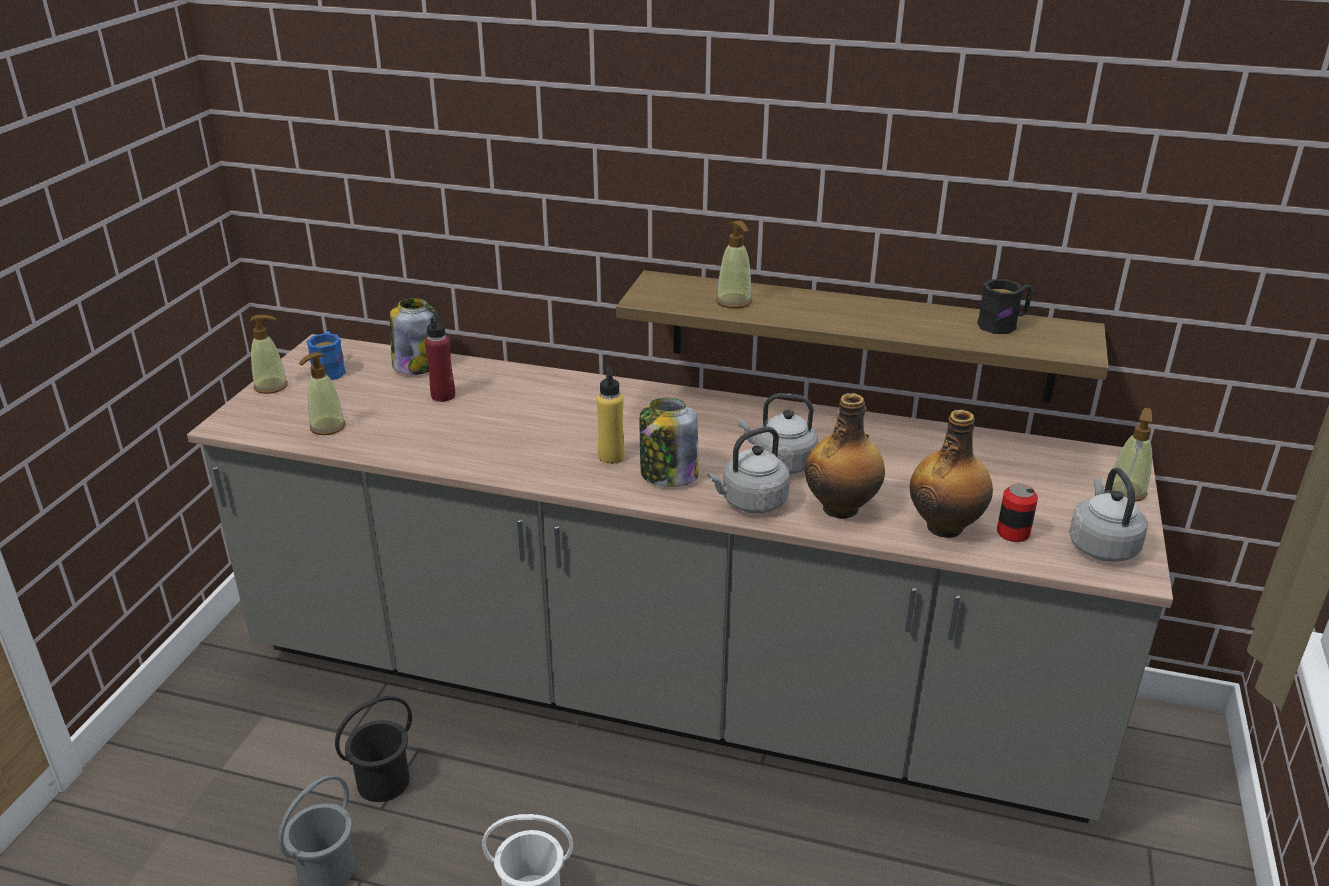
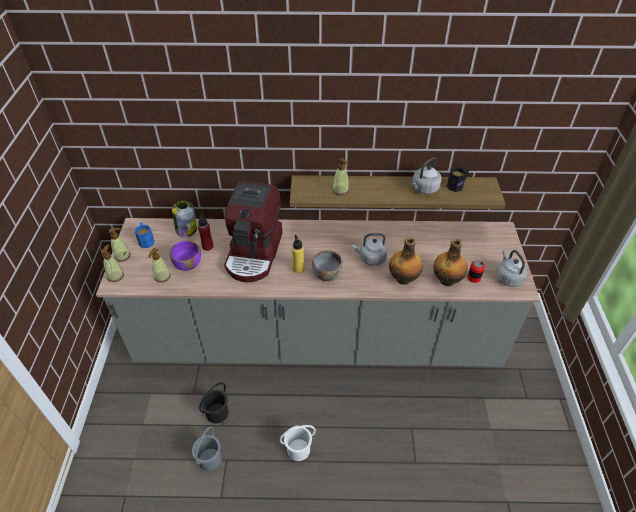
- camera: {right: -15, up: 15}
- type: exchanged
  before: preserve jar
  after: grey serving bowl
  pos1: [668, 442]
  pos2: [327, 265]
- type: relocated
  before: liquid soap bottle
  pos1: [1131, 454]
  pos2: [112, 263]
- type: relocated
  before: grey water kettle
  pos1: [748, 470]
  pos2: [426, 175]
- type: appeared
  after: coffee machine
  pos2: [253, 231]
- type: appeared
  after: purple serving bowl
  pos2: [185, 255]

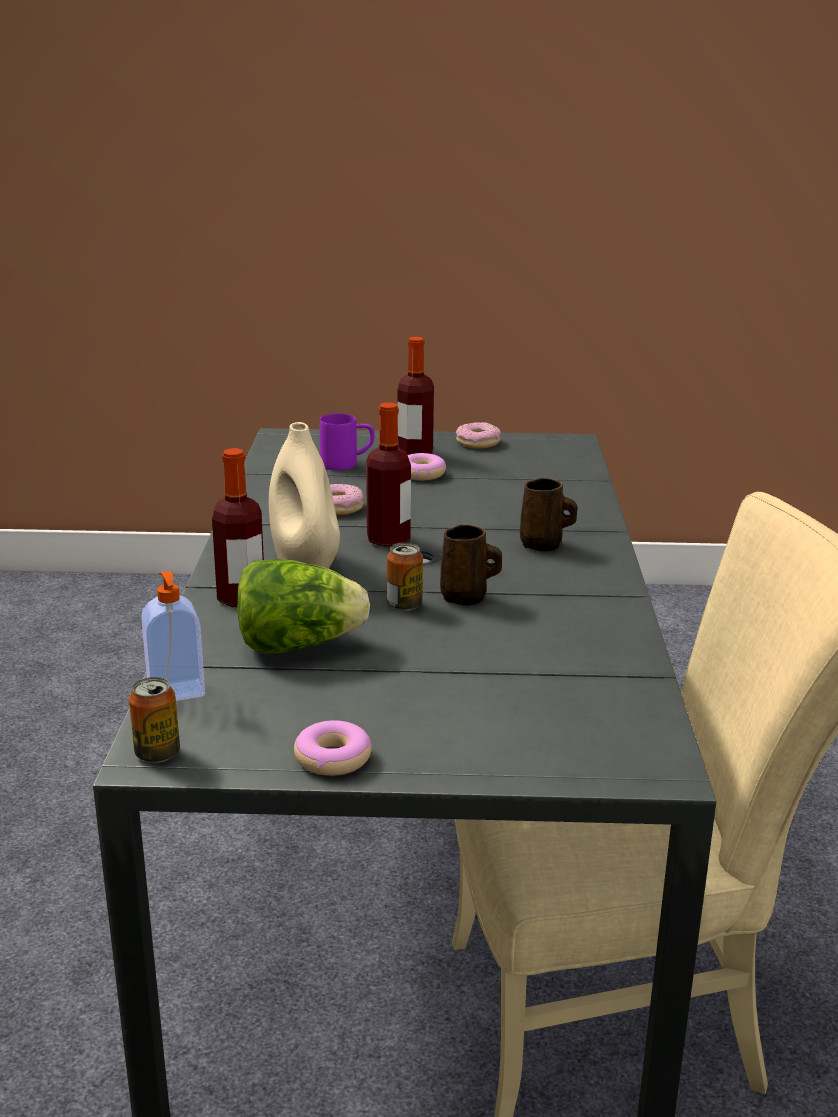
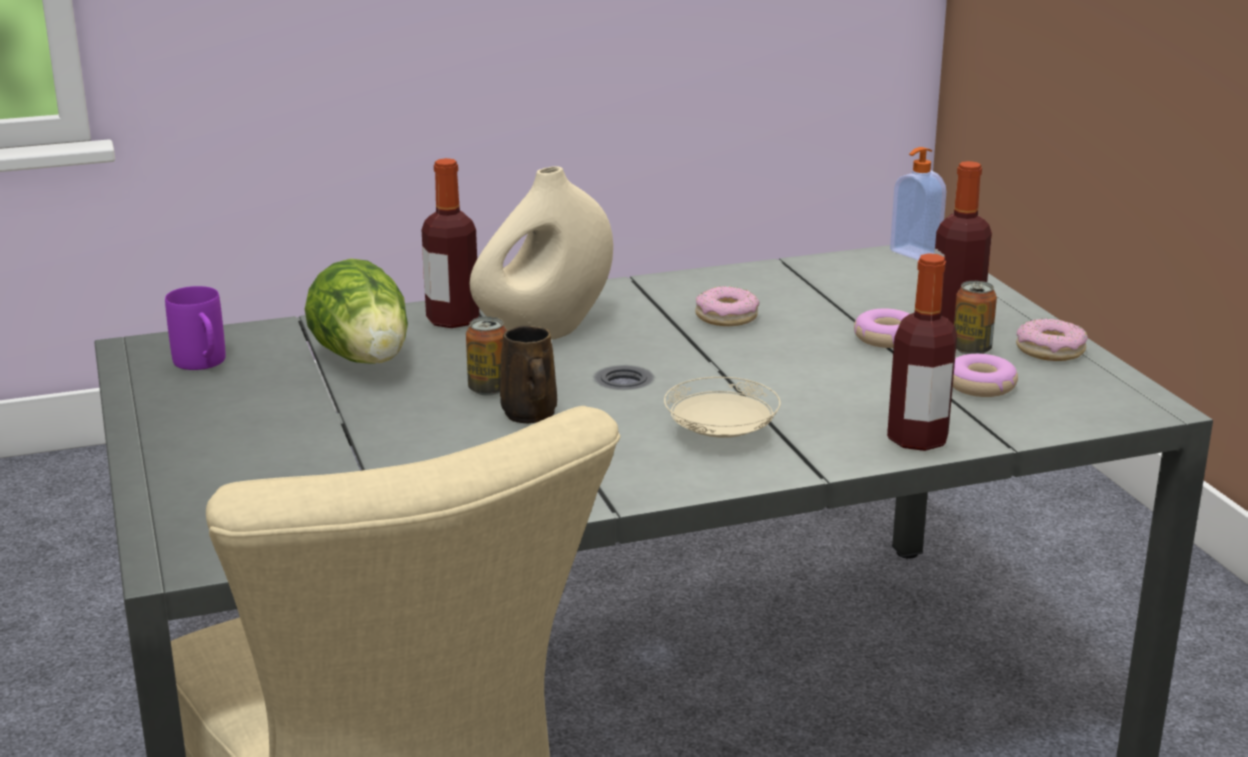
- camera: {right: 70, up: 0}
- type: relocated
  before: bottle
  pos1: [388, 474]
  pos2: [922, 352]
- type: relocated
  before: purple mug
  pos1: [347, 442]
  pos2: [195, 328]
- type: exchanged
  before: brown-coloured mug
  after: beige-coloured dinner plate
  pos1: [548, 515]
  pos2: [722, 407]
- type: relocated
  before: liquid soap bottle
  pos1: [173, 636]
  pos2: [918, 203]
- type: relocated
  before: can
  pos1: [154, 720]
  pos2: [975, 317]
- type: relocated
  before: doughnut
  pos1: [333, 748]
  pos2: [985, 375]

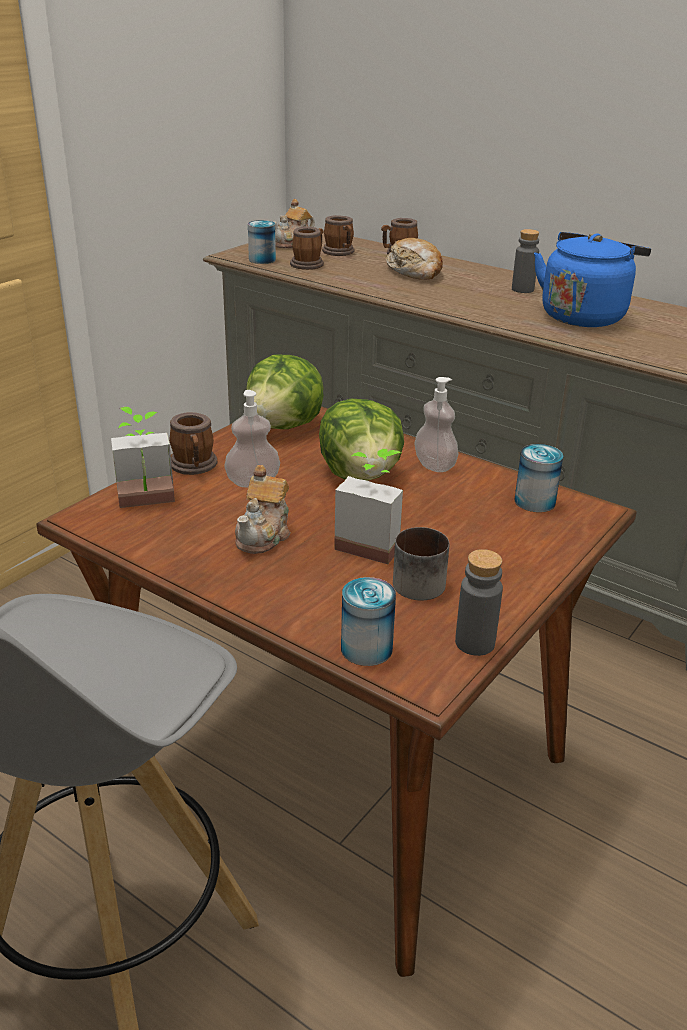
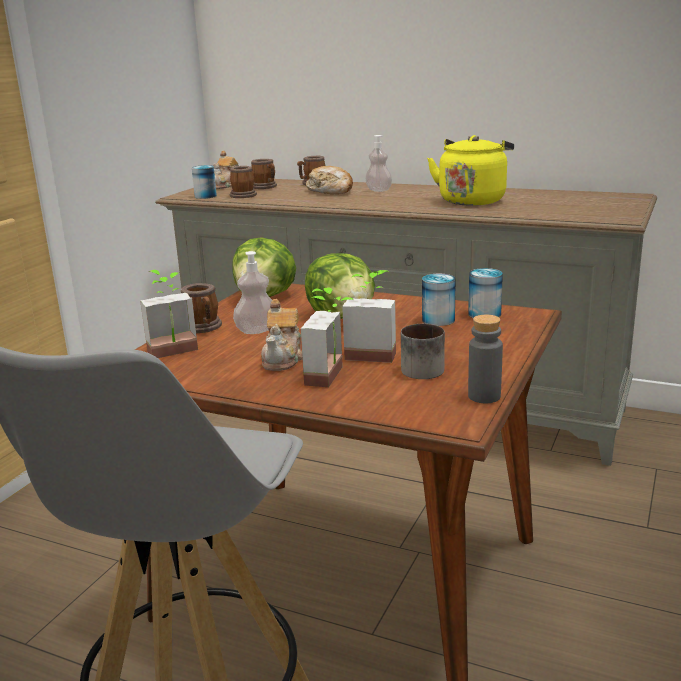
- camera: {right: -10, up: -10}
- type: missing
  before: grey bottle
  pos1: [525, 261]
- type: colour
  before: bluish water kettle
  after: yellow-coloured water kettle
  pos1: [592, 279]
  pos2: [470, 170]
- type: relocated
  before: liquid soap bottle
  pos1: [436, 424]
  pos2: [378, 163]
- type: relocated
  before: can
  pos1: [368, 621]
  pos2: [439, 300]
- type: appeared
  after: houseplant
  pos2: [327, 337]

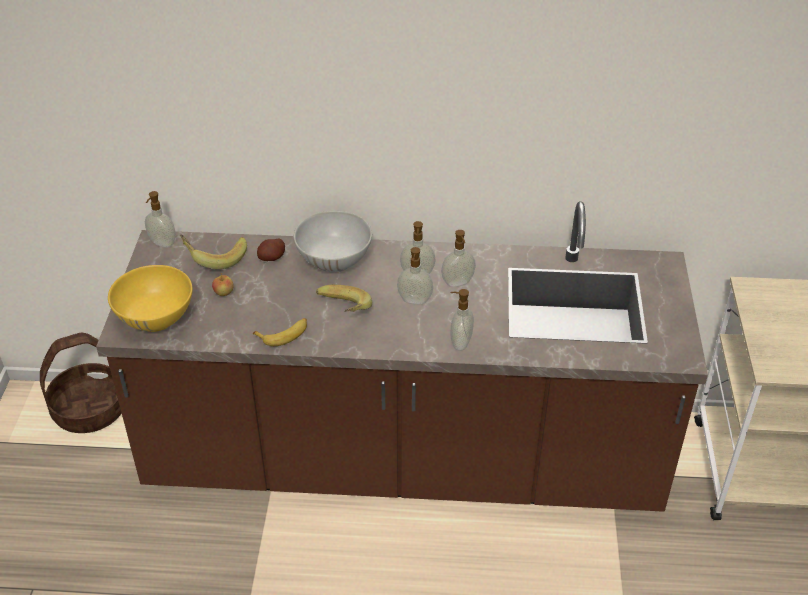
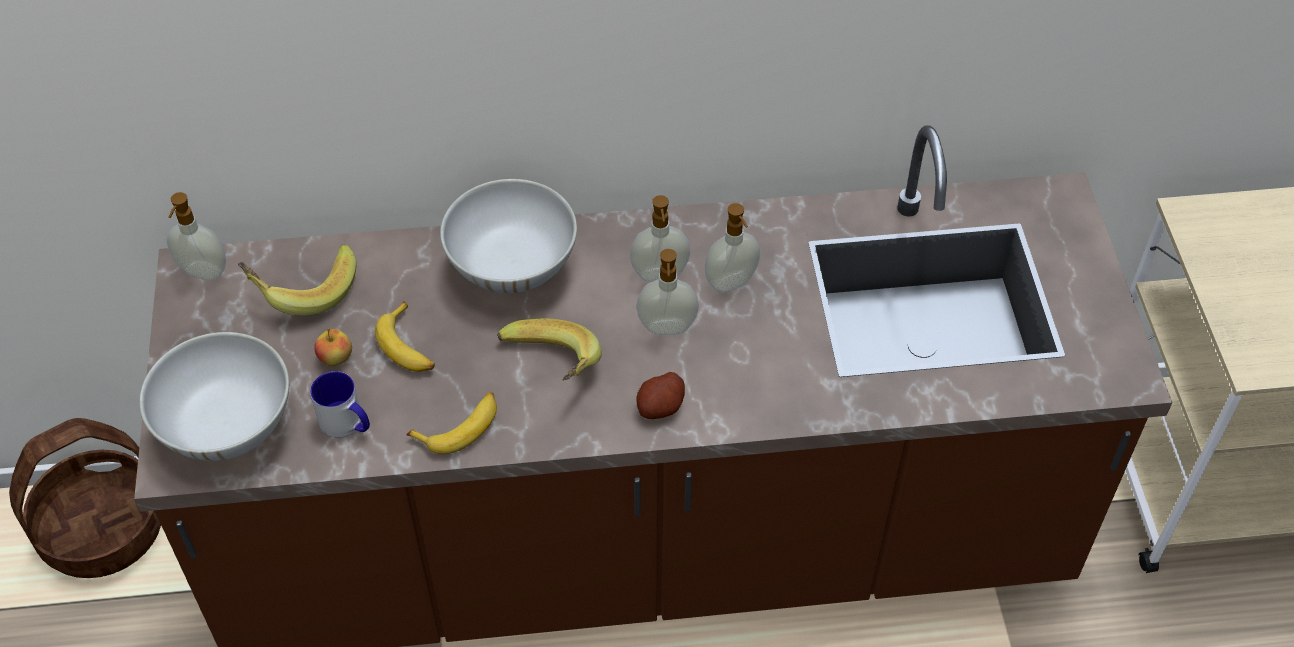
- camera: {right: -10, up: 10}
- type: relocated
  before: potato
  pos1: [271, 250]
  pos2: [661, 395]
- type: colour
  before: yellow-coloured serving bowl
  after: whitish serving bowl
  pos1: [150, 298]
  pos2: [214, 396]
- type: missing
  before: liquid soap bottle
  pos1: [462, 320]
- type: appeared
  after: banana
  pos2: [405, 336]
- type: appeared
  after: mug
  pos2: [340, 404]

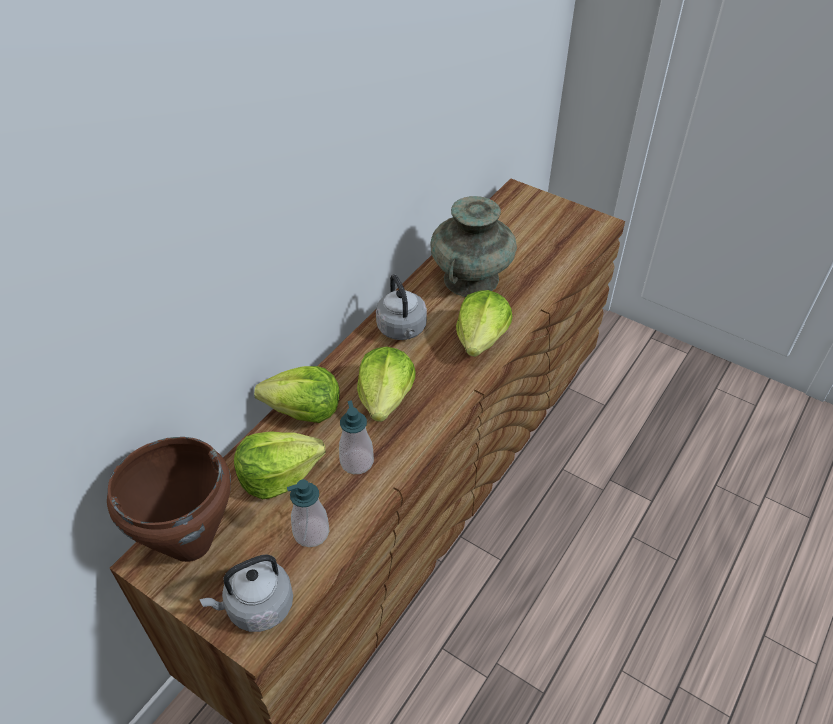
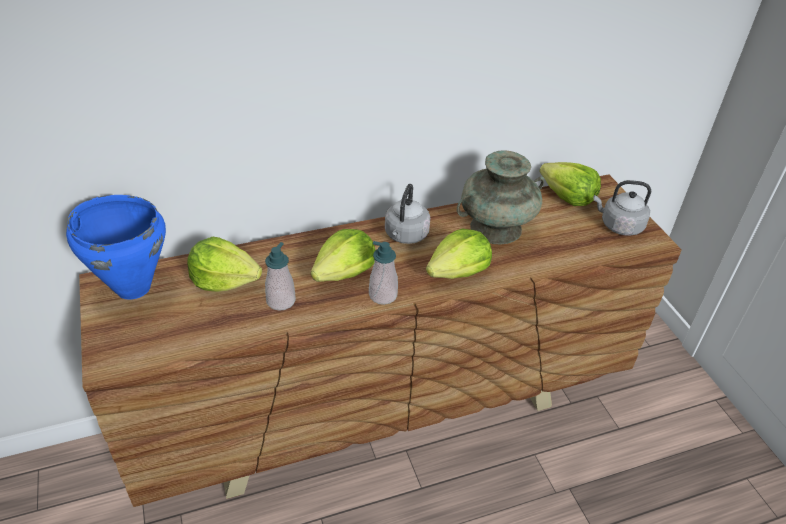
- camera: {right: 35, up: -5}
- type: relocated
  before: lettuce
  pos1: [297, 394]
  pos2: [570, 184]
- type: colour
  before: brown-coloured cooking pot
  after: bluish cooking pot
  pos1: [169, 499]
  pos2: [116, 247]
- type: relocated
  before: liquid soap bottle
  pos1: [308, 513]
  pos2: [383, 273]
- type: relocated
  before: grey water kettle
  pos1: [246, 593]
  pos2: [622, 208]

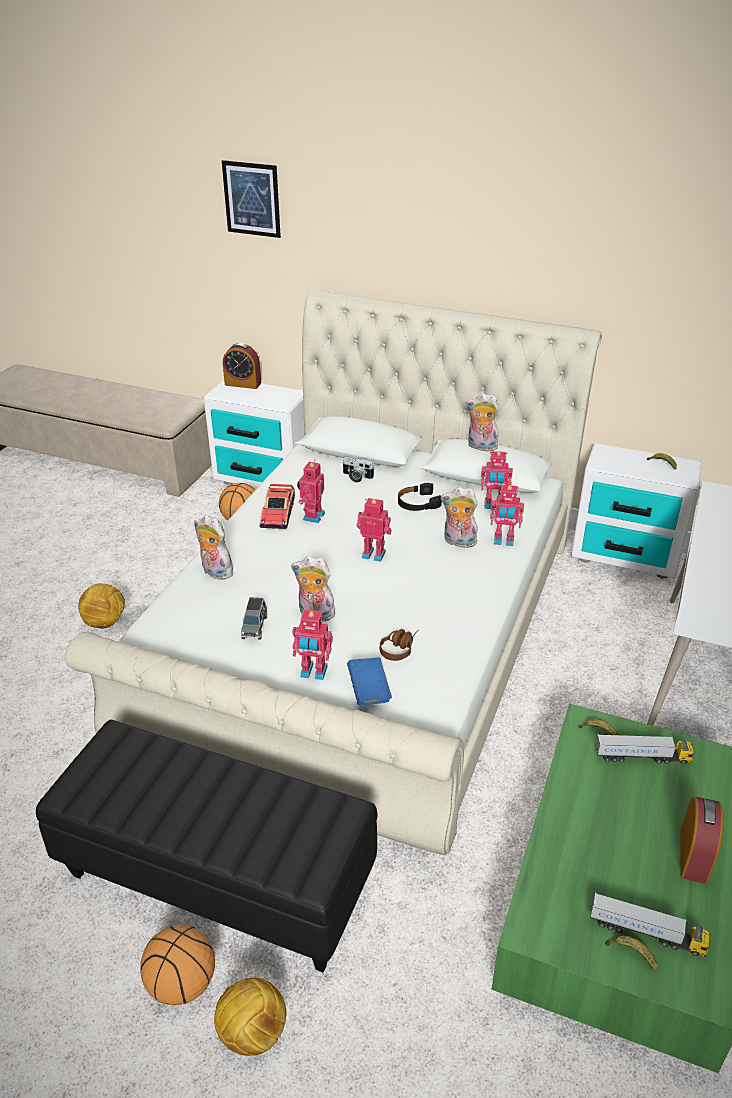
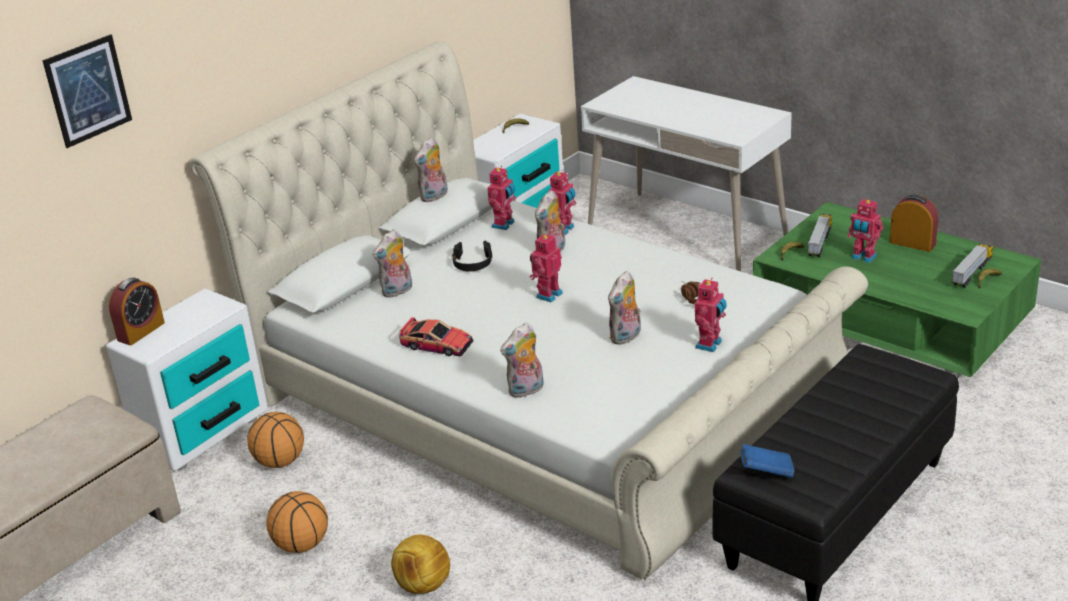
- camera: {right: -70, up: -5}
- type: exchanged
  before: photo camera
  after: cuddly toy
  pos1: [358, 470]
  pos2: [392, 263]
- type: relocated
  before: robot figure
  pos1: [311, 491]
  pos2: [865, 231]
- type: missing
  before: grey toy car
  pos1: [254, 618]
- type: relocated
  before: bluish volume
  pos1: [369, 681]
  pos2: [767, 461]
- type: relocated
  before: basketball
  pos1: [177, 965]
  pos2: [297, 522]
- type: missing
  before: football
  pos1: [250, 1017]

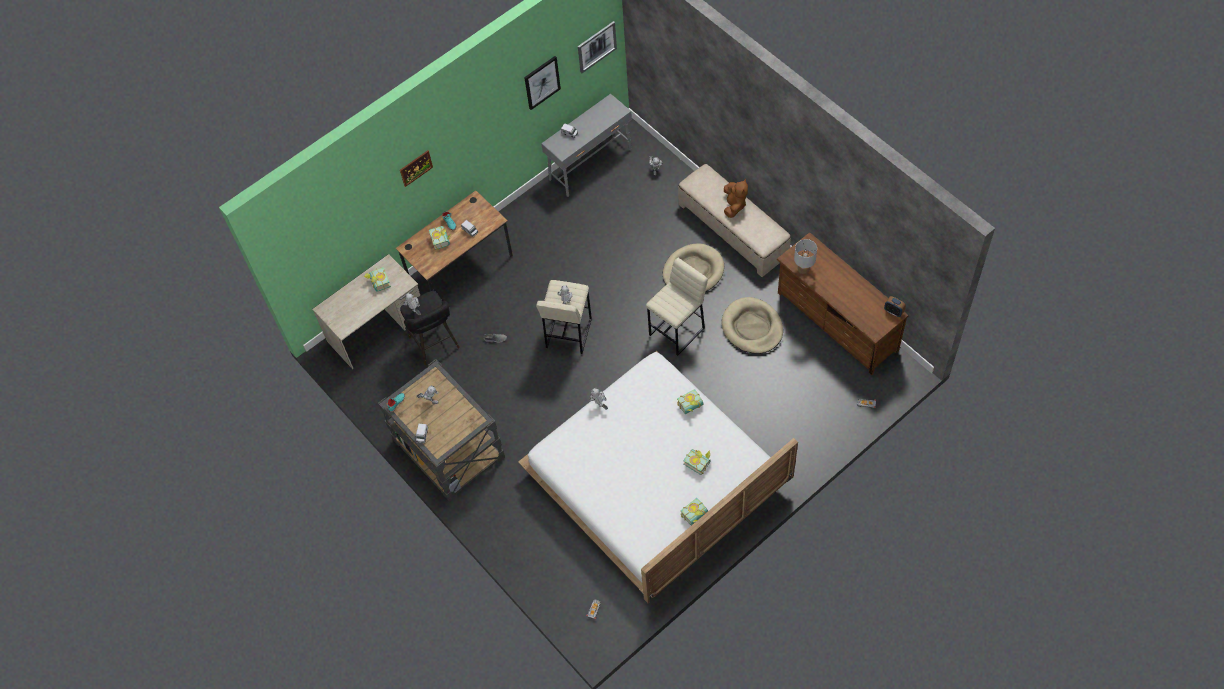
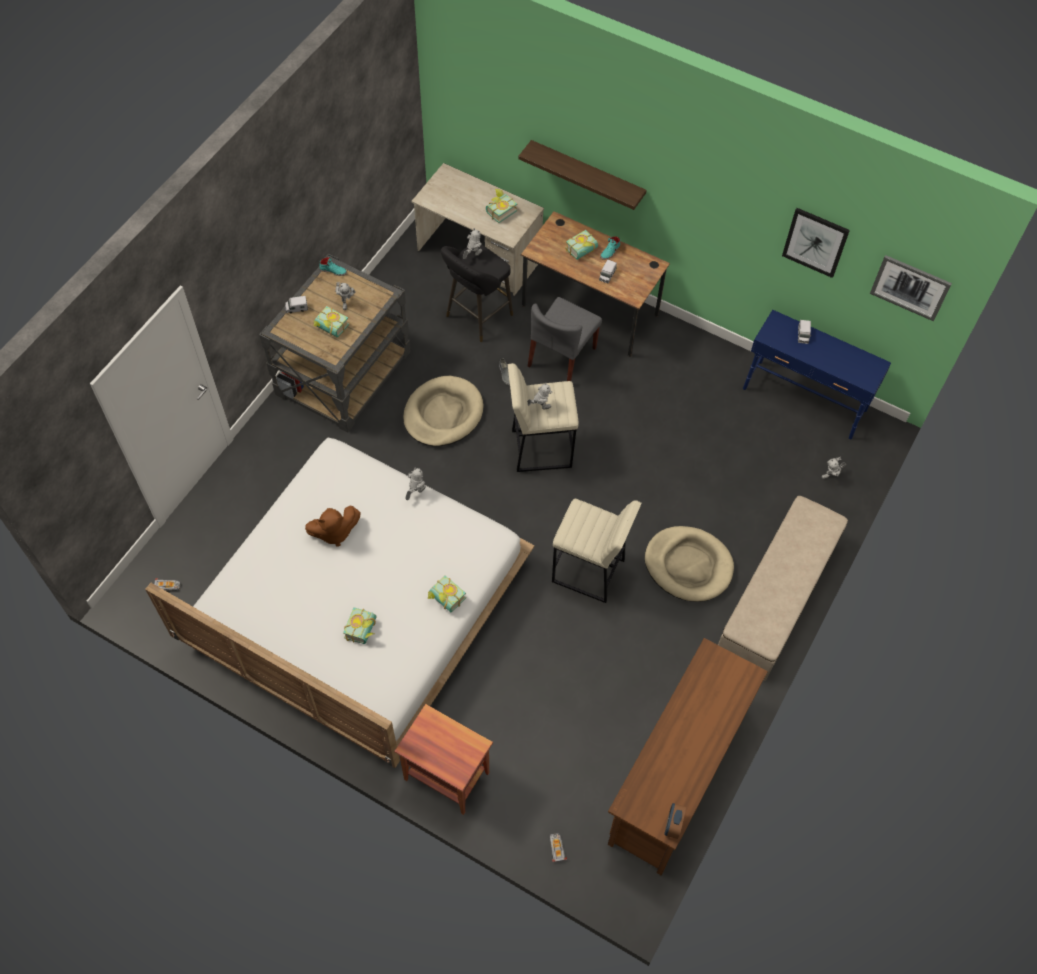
- camera: {right: 65, up: 0}
- type: colour
  before: grey console table
  after: bluish console table
  pos1: [587, 145]
  pos2: [817, 374]
- type: missing
  before: wall picture
  pos1: [416, 168]
- type: relocated
  before: brown-coloured cuddly toy
  pos1: [736, 198]
  pos2: [333, 526]
- type: missing
  before: grey table lamp
  pos1: [805, 256]
- type: relocated
  before: beige-coloured dog cushion
  pos1: [752, 325]
  pos2: [443, 411]
- type: relocated
  before: volume
  pos1: [694, 511]
  pos2: [331, 321]
- type: appeared
  after: bracket shelf
  pos2: [582, 175]
- type: appeared
  after: grey upright chair
  pos2: [565, 339]
- type: appeared
  after: night table
  pos2: [443, 759]

